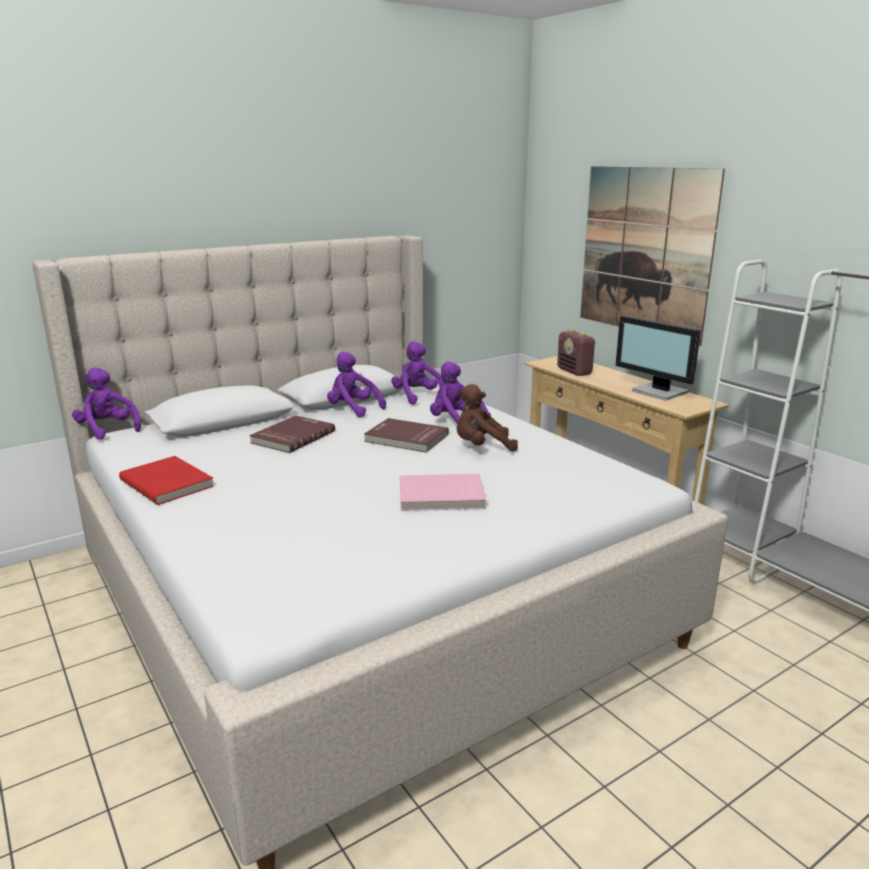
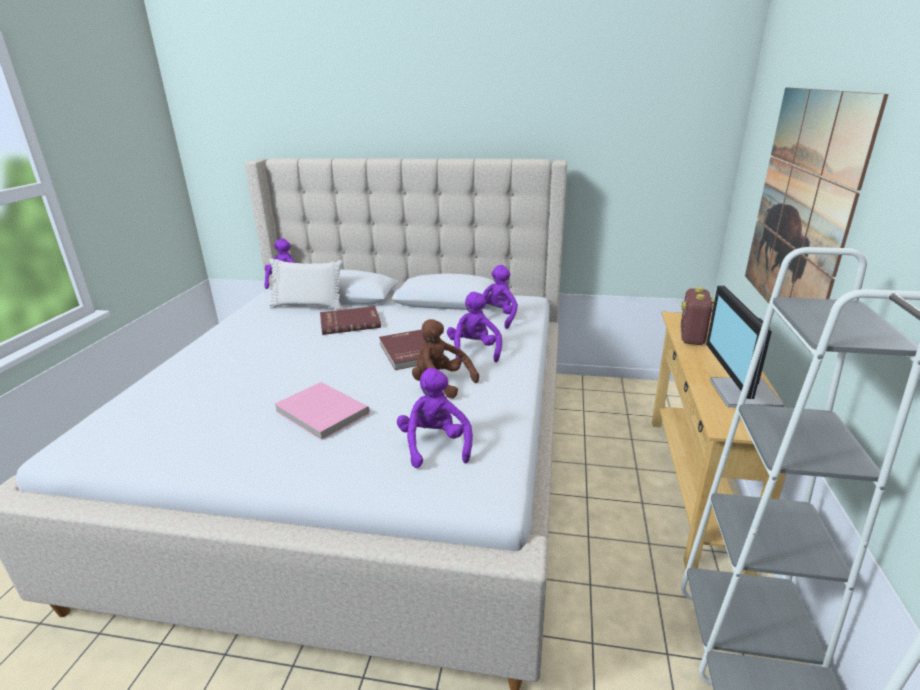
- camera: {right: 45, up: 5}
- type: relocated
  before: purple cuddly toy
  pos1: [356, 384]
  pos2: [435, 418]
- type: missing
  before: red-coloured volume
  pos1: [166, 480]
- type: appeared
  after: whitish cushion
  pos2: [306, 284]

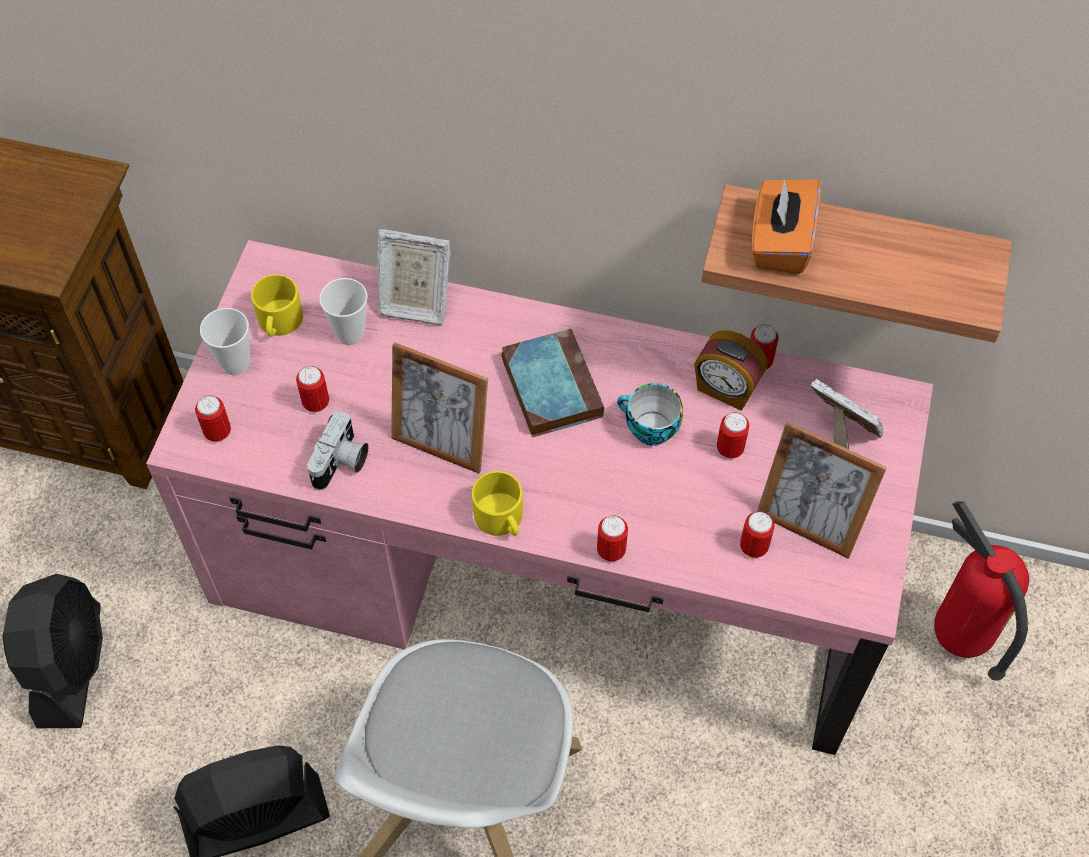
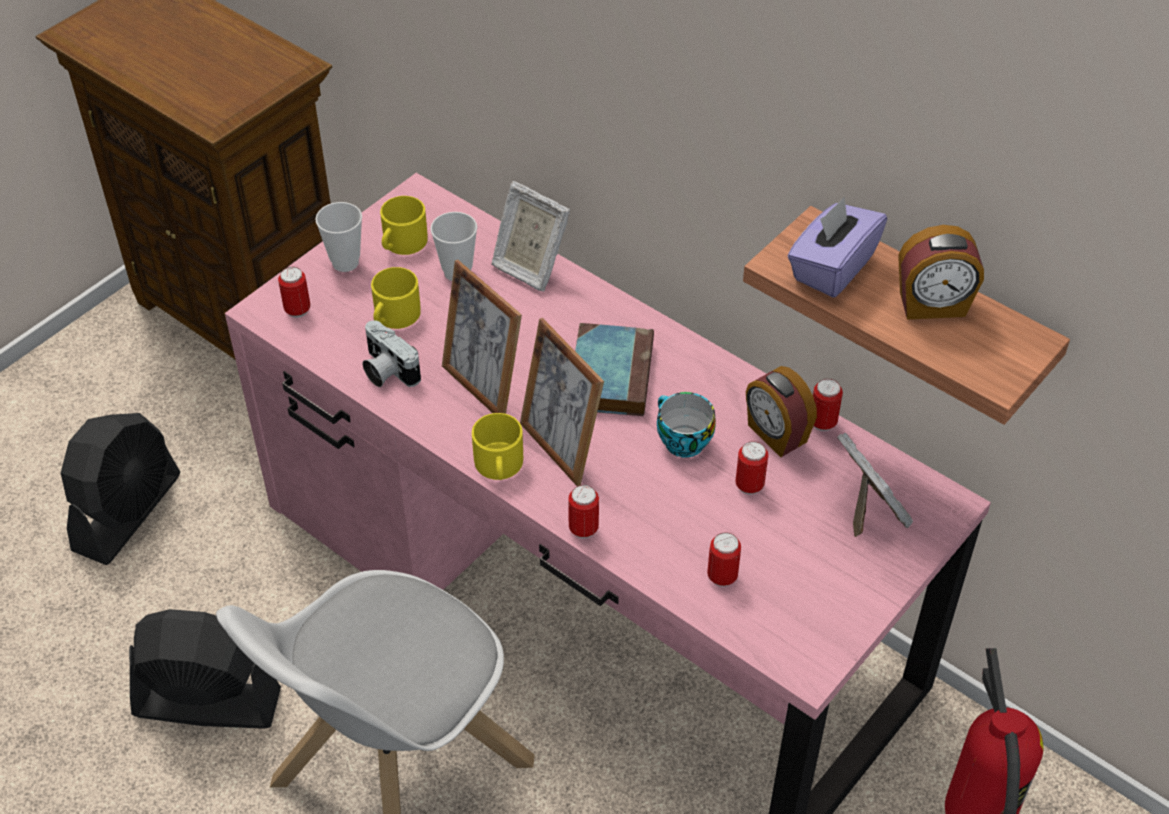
- camera: {right: 25, up: -10}
- type: colour
  before: orangey box of tissues
  after: purple box of tissues
  pos1: [786, 226]
  pos2: [837, 247]
- type: exchanged
  before: can
  after: yellow-coloured mug
  pos1: [312, 389]
  pos2: [396, 298]
- type: spun
  before: photo camera
  pos1: [338, 450]
  pos2: [392, 353]
  turn: 90
- type: relocated
  before: photo frame
  pos1: [822, 490]
  pos2: [562, 402]
- type: appeared
  after: bedside clock
  pos2: [941, 272]

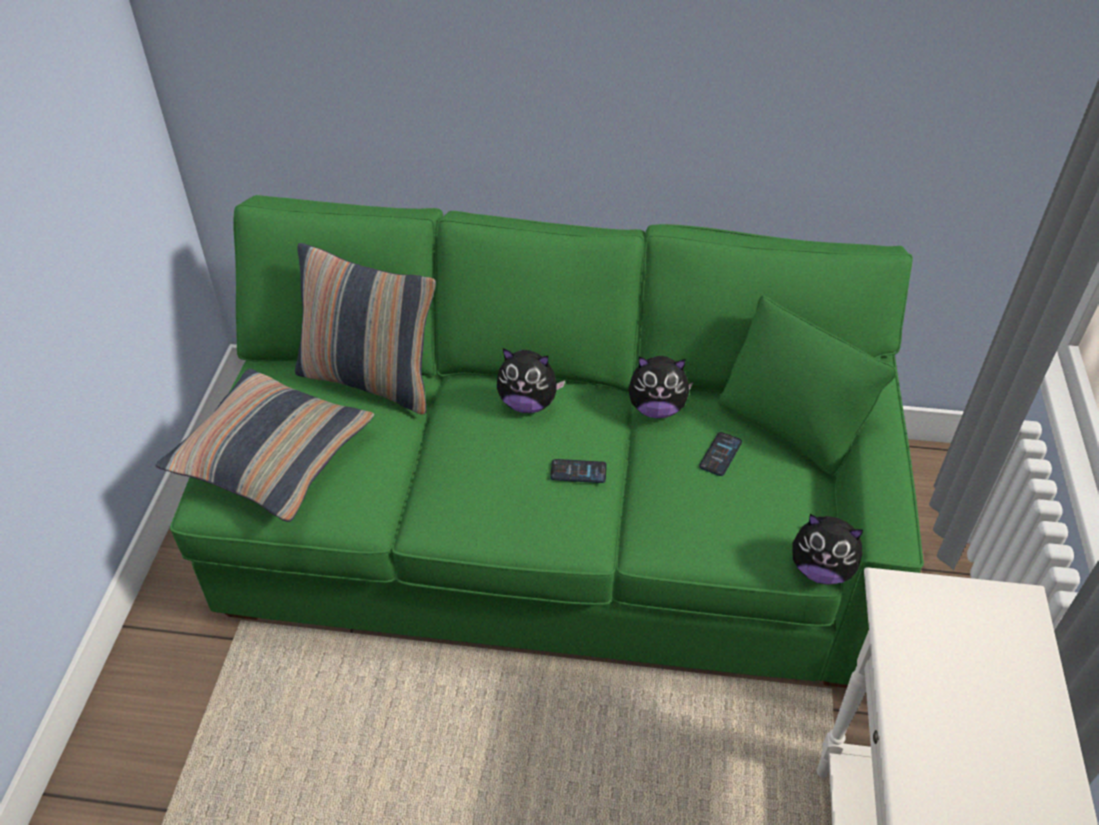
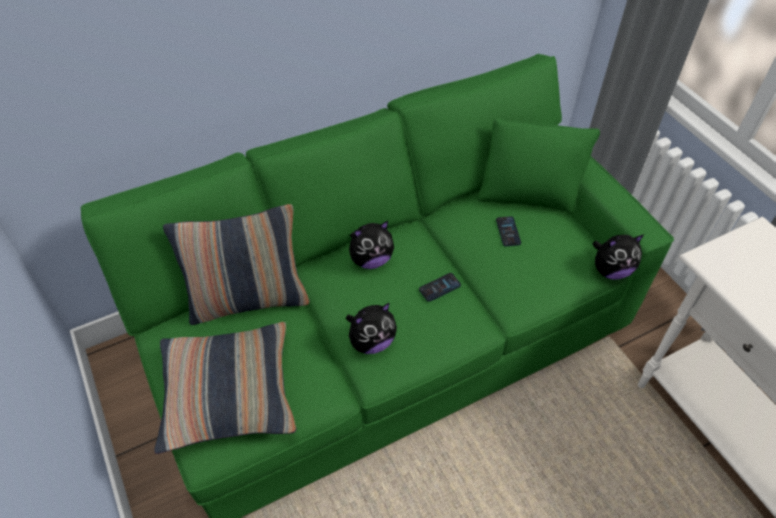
- camera: {right: -35, up: 5}
- type: relocated
  before: cuddly toy
  pos1: [661, 387]
  pos2: [371, 328]

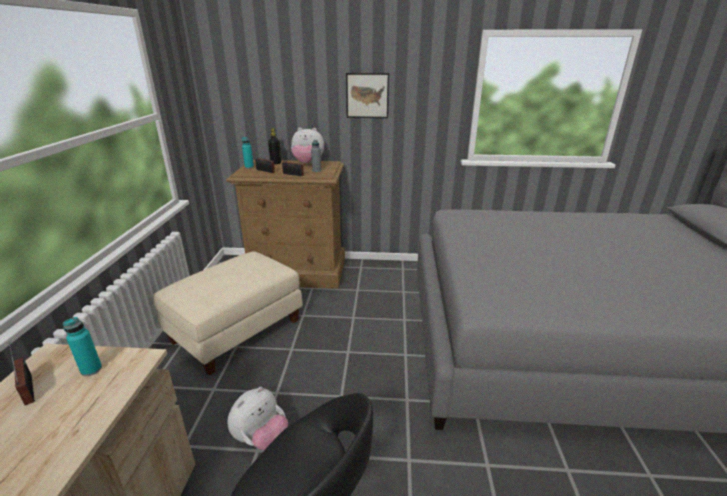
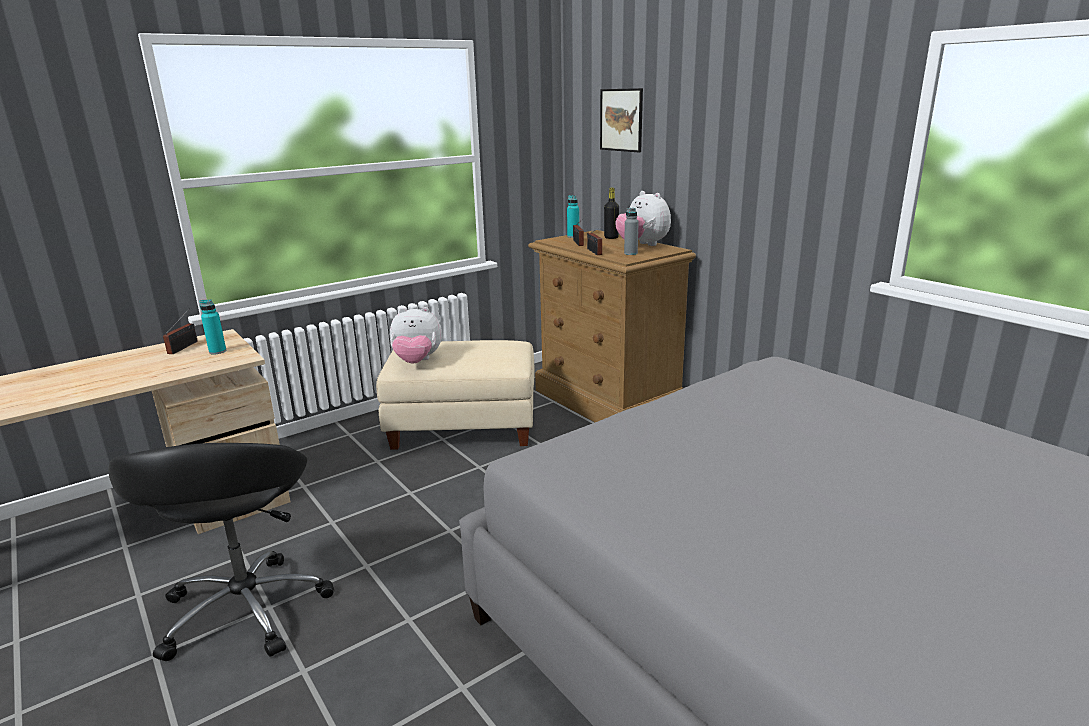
- camera: {right: 50, up: -5}
- type: relocated
  before: wall picture
  pos1: [367, 95]
  pos2: [621, 120]
- type: relocated
  before: cuddly toy
  pos1: [257, 418]
  pos2: [416, 335]

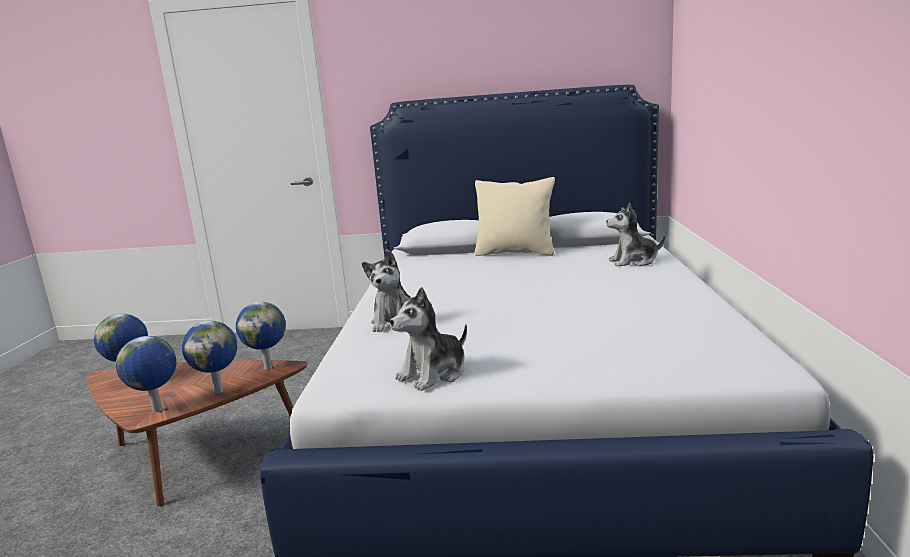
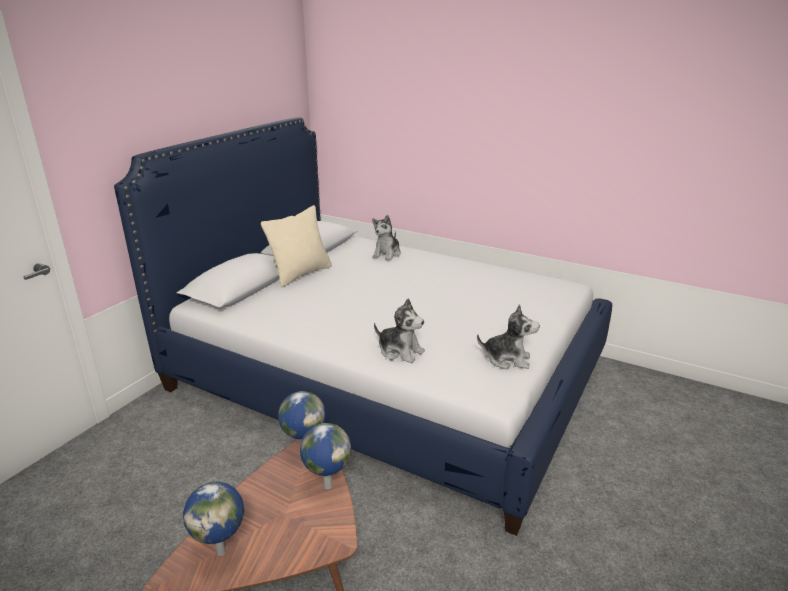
- camera: {right: -65, up: 10}
- type: spun
  before: cuddly toy
  pos1: [428, 339]
  pos2: [508, 336]
  turn: -60
- type: missing
  before: world globe
  pos1: [146, 374]

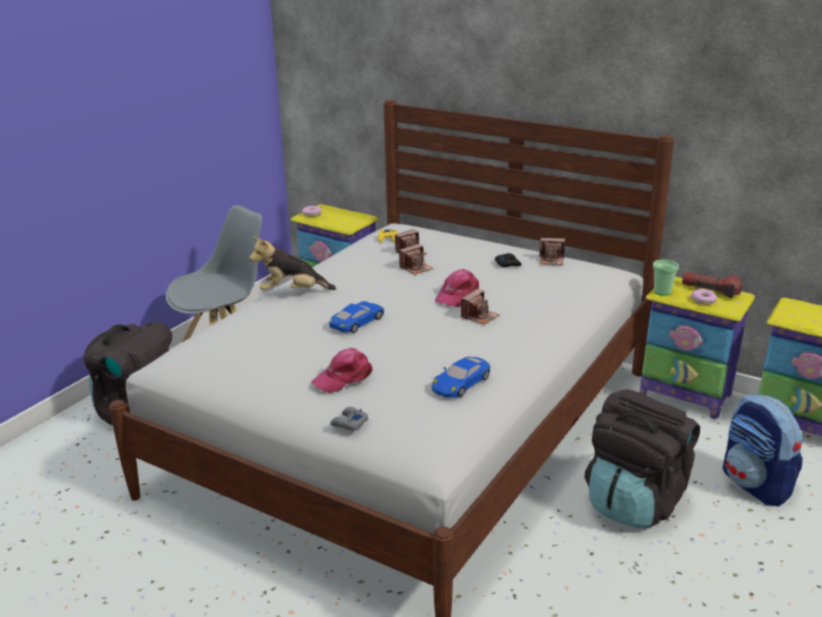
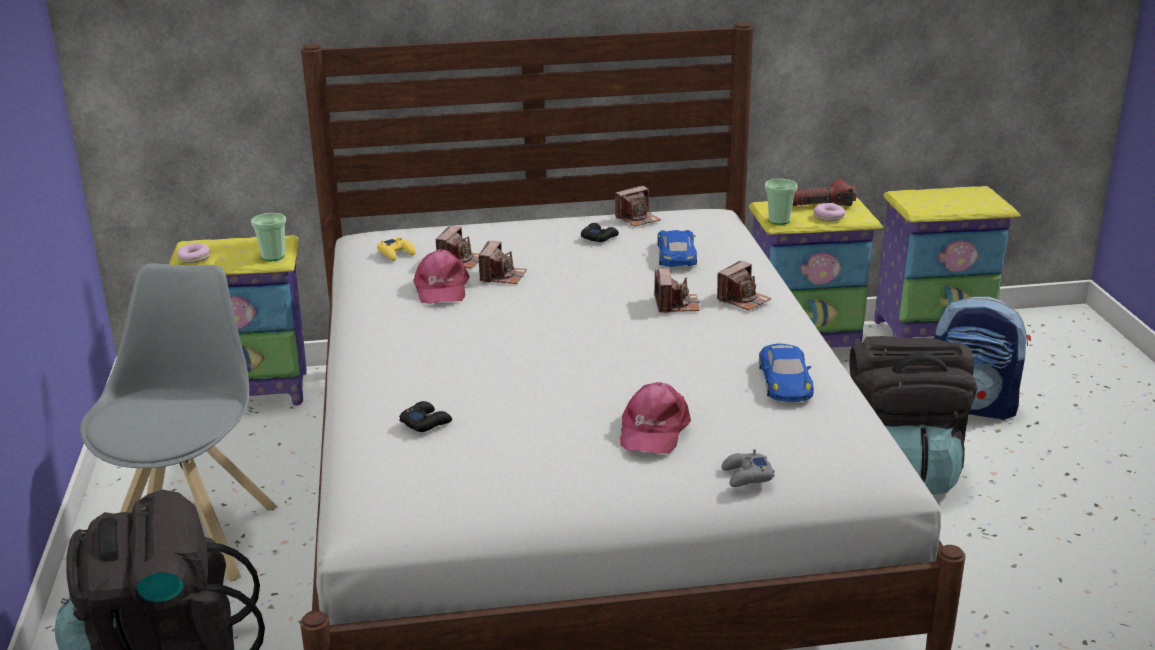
- camera: {right: -40, up: 0}
- type: missing
  before: cuddly toy
  pos1: [292, 263]
- type: relocated
  before: pink baseball cap
  pos1: [457, 288]
  pos2: [441, 276]
- type: relocated
  before: bluish toy car
  pos1: [356, 317]
  pos2: [677, 248]
- type: appeared
  after: small cup
  pos2: [268, 237]
- type: appeared
  after: photo camera
  pos2: [744, 285]
- type: appeared
  after: black-coloured game controller
  pos2: [425, 416]

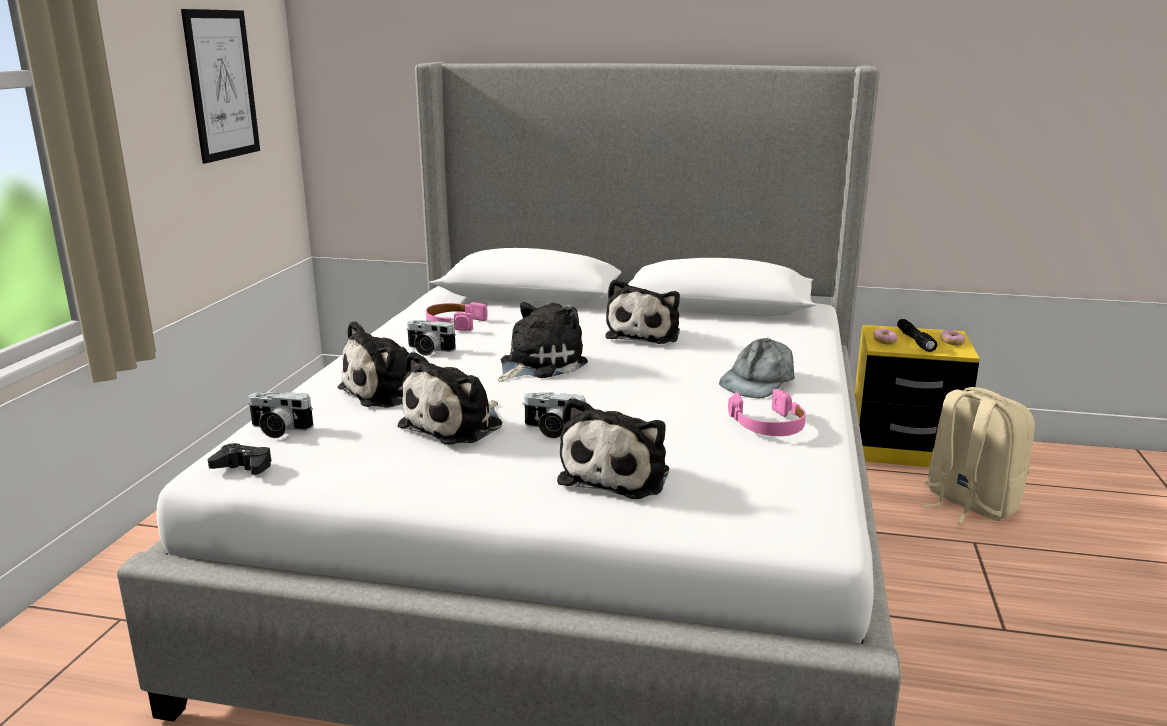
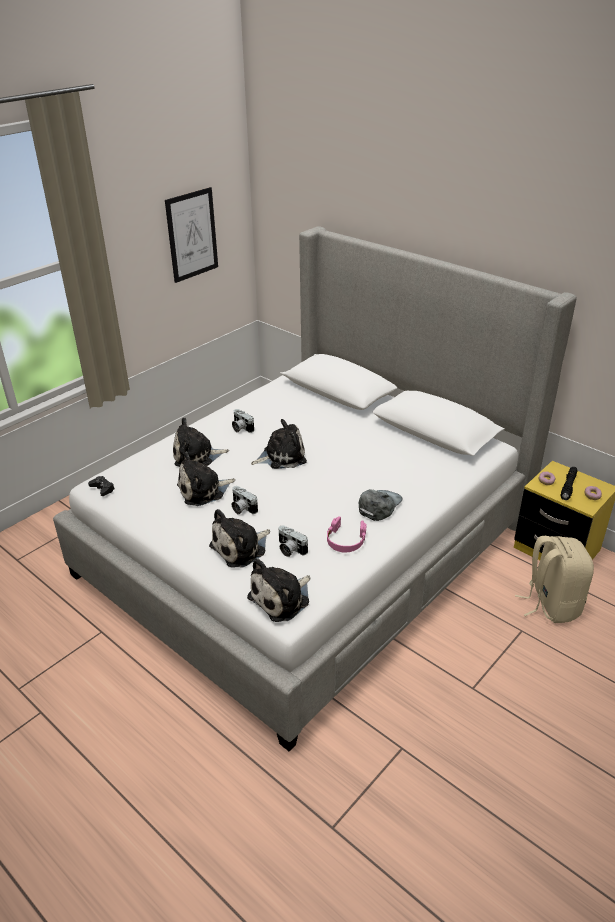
- camera: {right: 30, up: 15}
- type: relocated
  before: cuddly toy
  pos1: [642, 311]
  pos2: [279, 590]
- type: missing
  before: pink headphones
  pos1: [457, 316]
- type: spun
  before: grey baseball cap
  pos1: [756, 368]
  pos2: [381, 505]
  turn: 150
- type: relocated
  before: photo camera
  pos1: [280, 414]
  pos2: [293, 541]

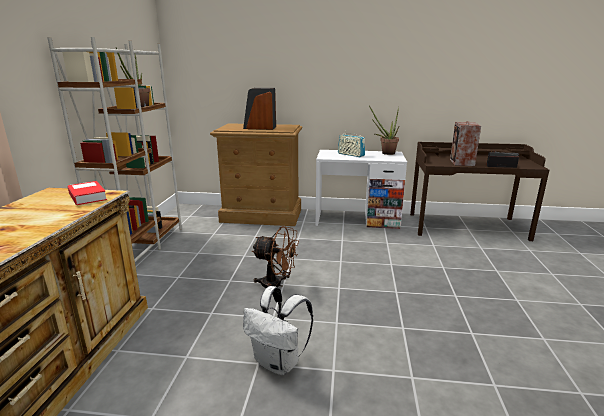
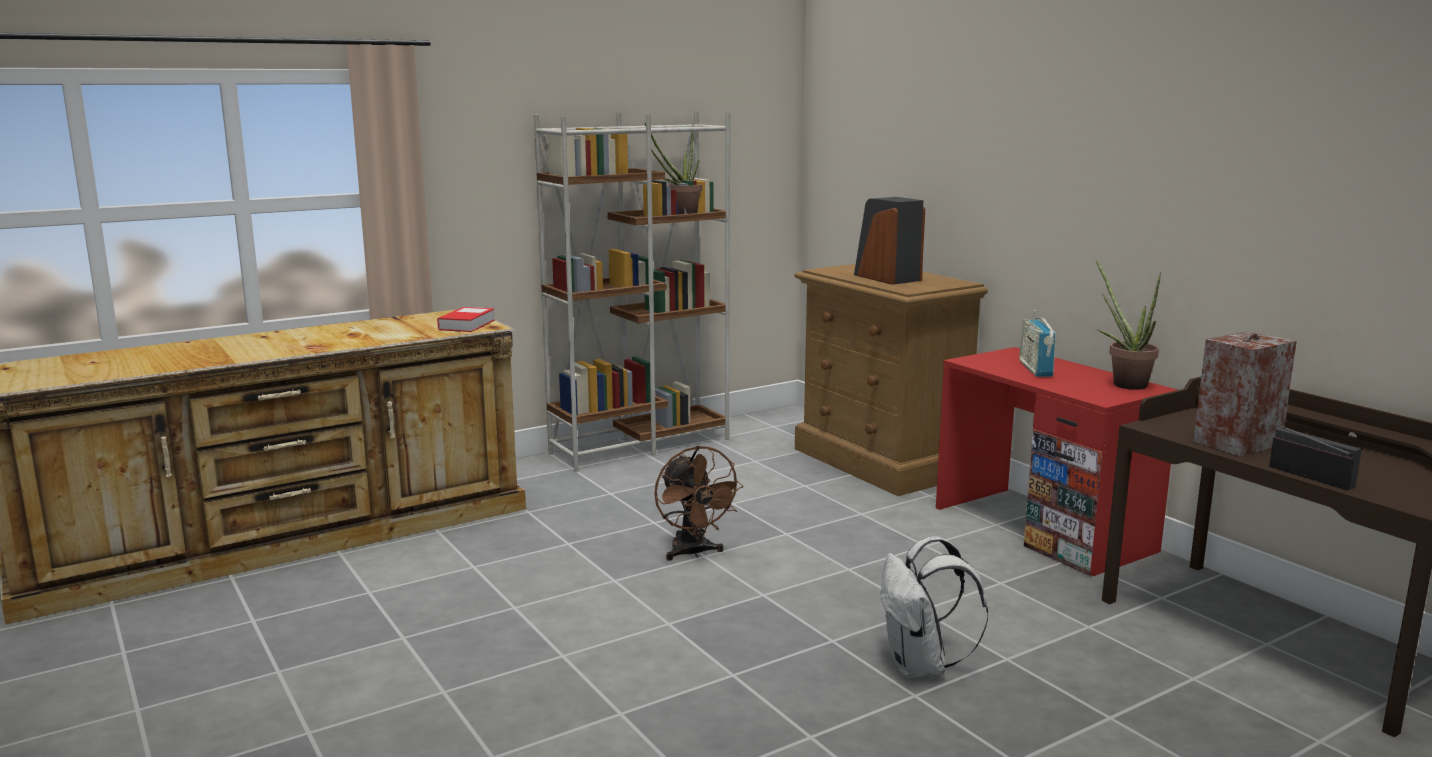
- camera: {right: 50, up: -5}
- type: colour
  before: whitish desk table
  after: red-coloured desk table
  pos1: [361, 189]
  pos2: [1057, 461]
- type: relocated
  before: whitish rucksack
  pos1: [278, 330]
  pos2: [934, 607]

